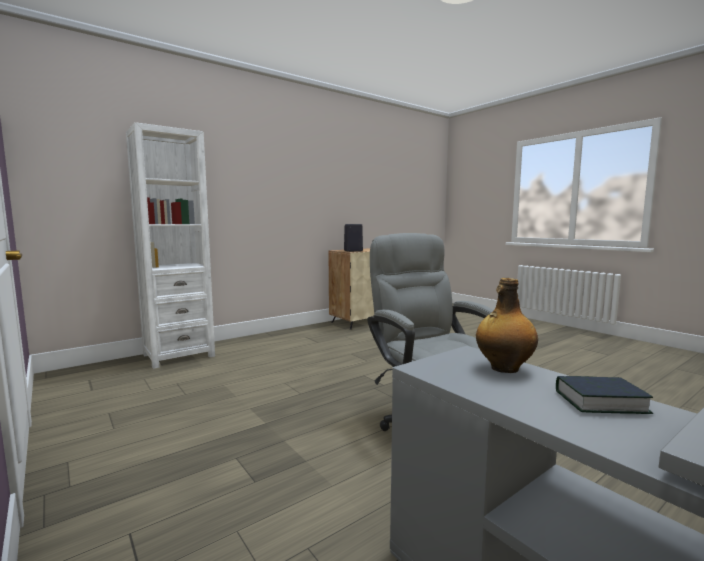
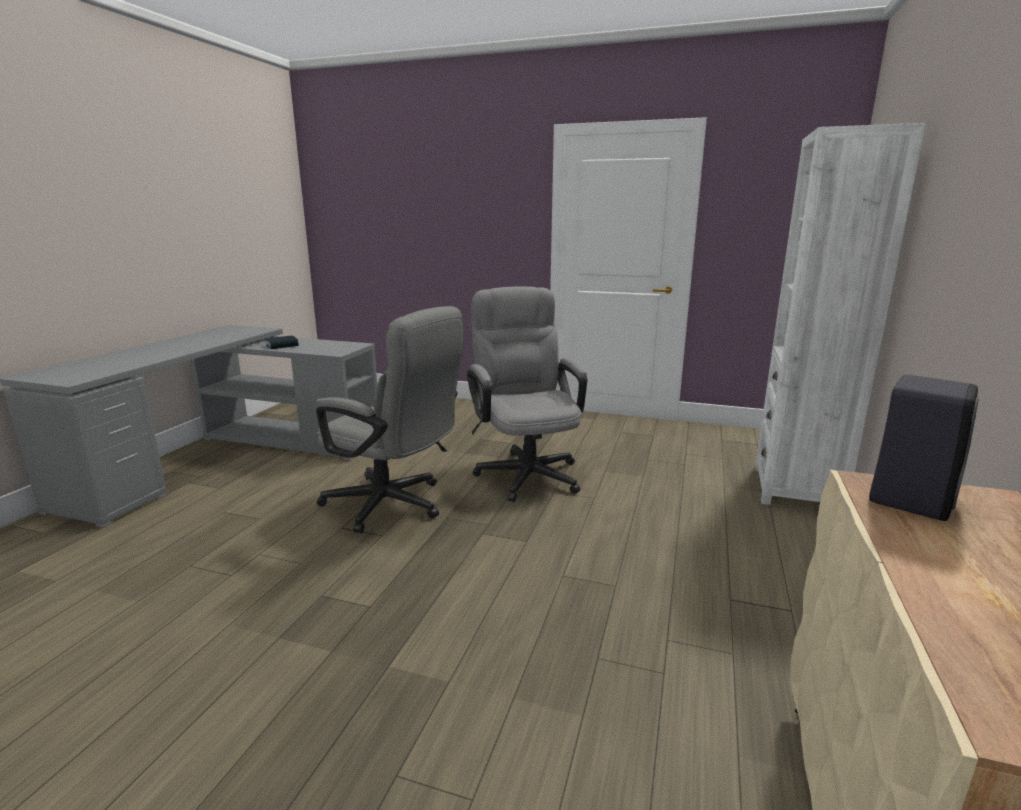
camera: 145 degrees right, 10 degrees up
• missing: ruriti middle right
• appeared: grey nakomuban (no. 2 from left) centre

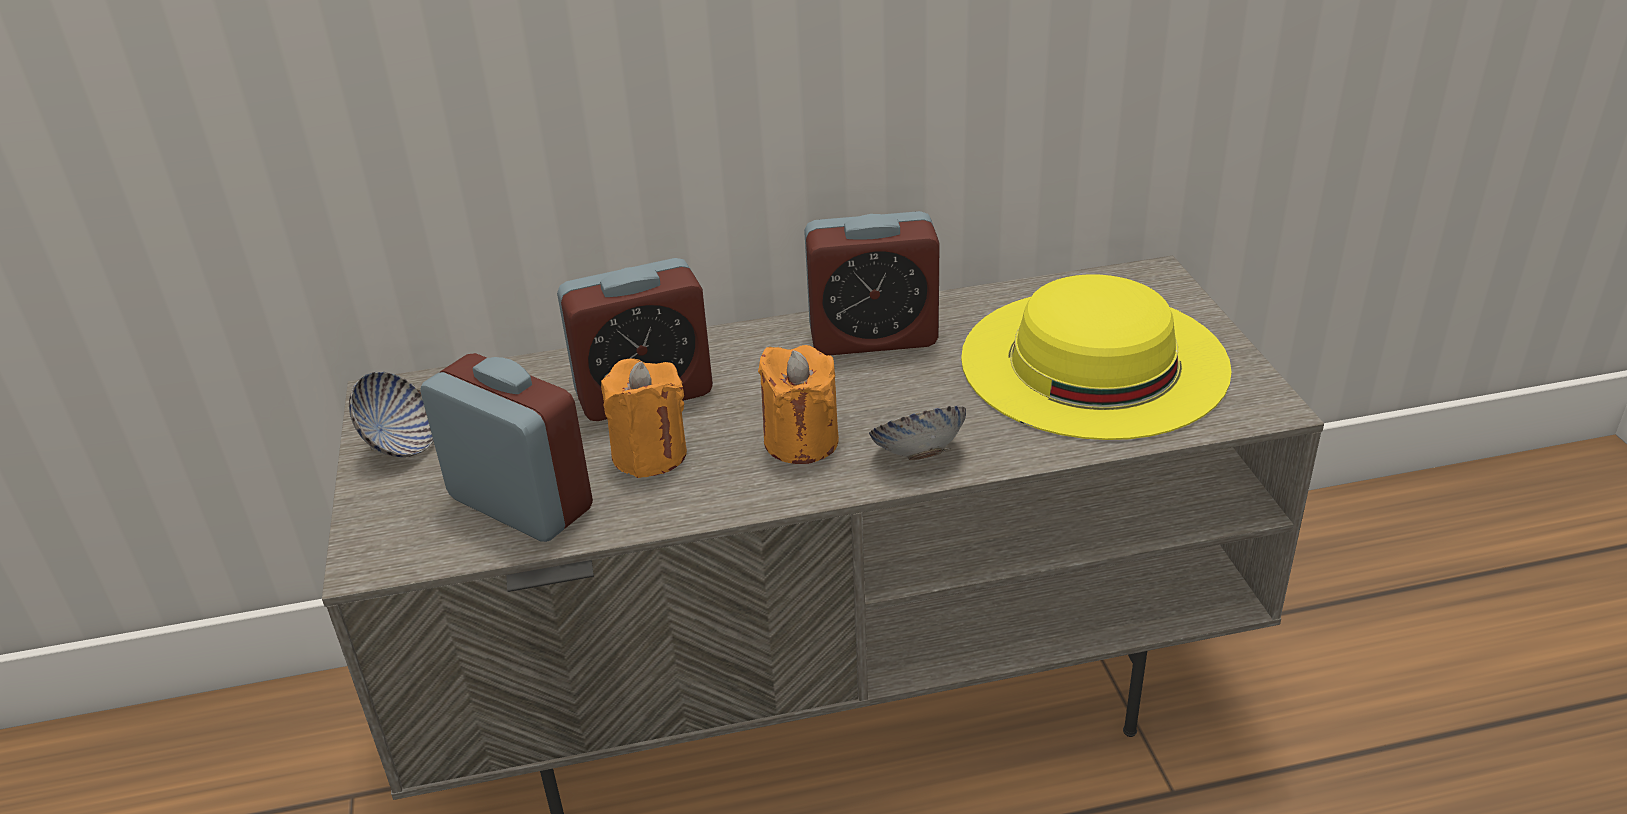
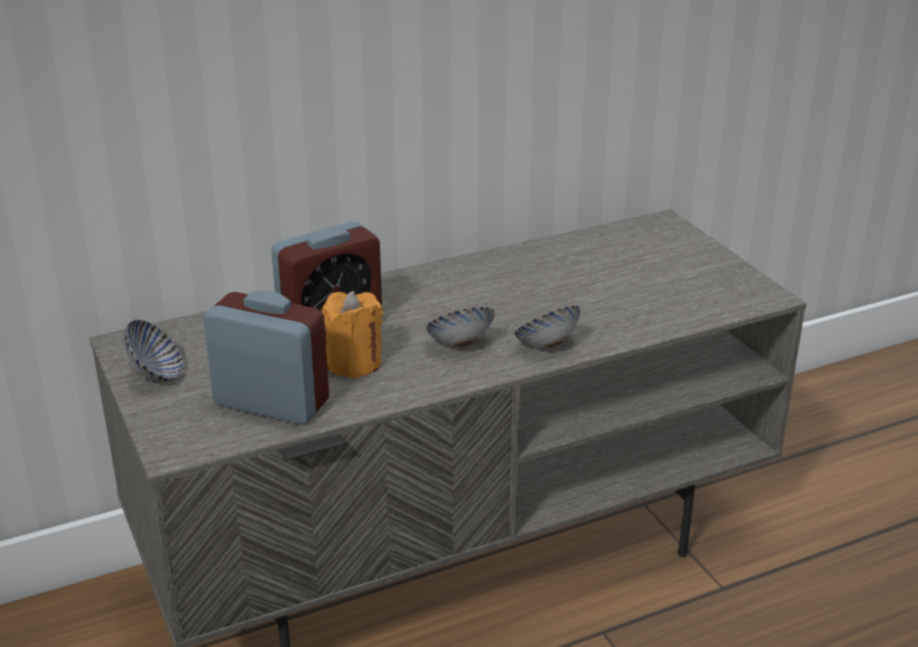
camera: 15 degrees left, 5 degrees down
• missing: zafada (no. 3 from left) centre
• missing: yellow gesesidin middle right
• exchanged: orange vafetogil (no. 2 from left) centre to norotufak (no. 2 from left) centre

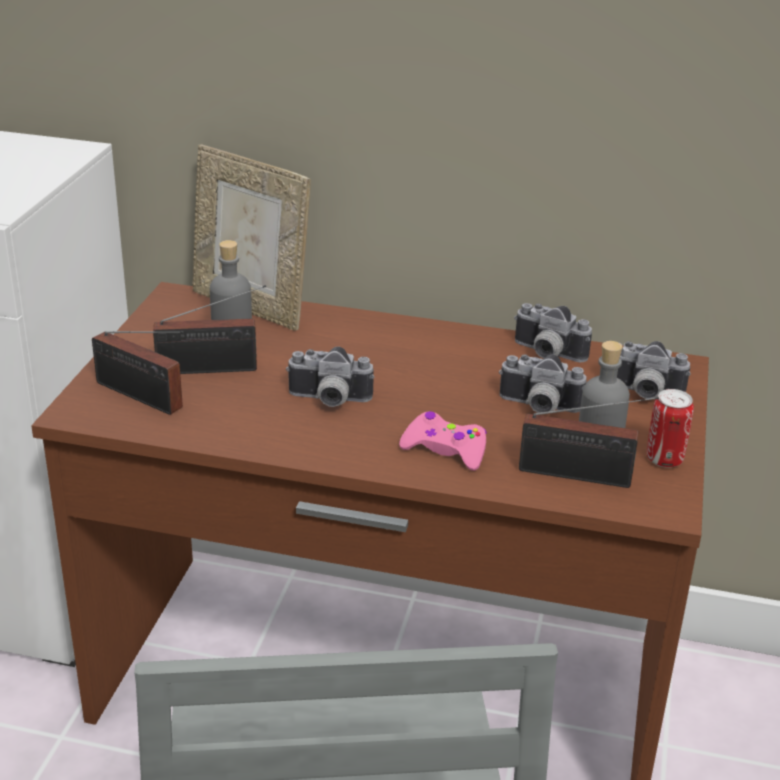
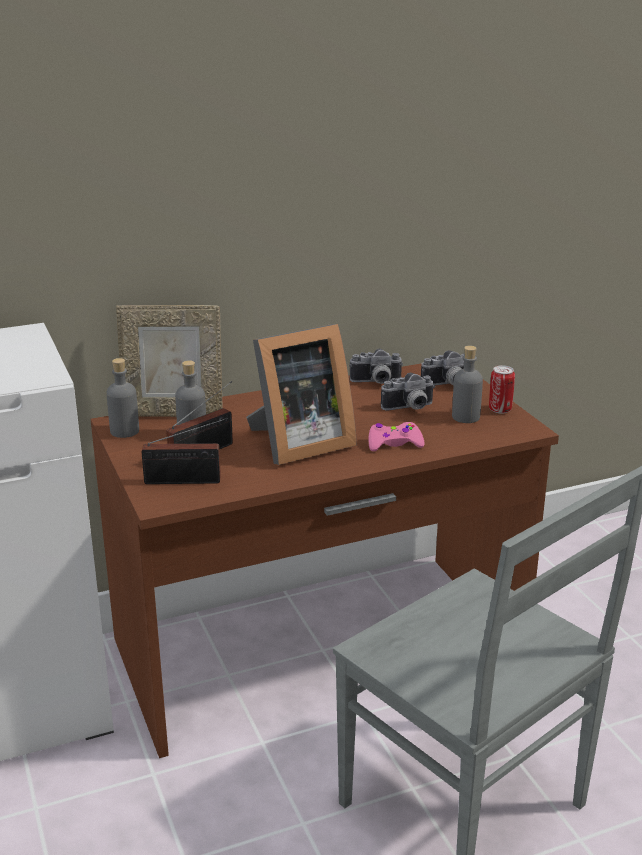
camera: 35 degrees left, 5 degrees down
• exchanged: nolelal (no. 1 from left) centre to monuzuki (no. 2 from left) centre
• missing: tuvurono (no. 3 from left) middle right
• appeared: grey ruriti (no. 1 from left) middle left

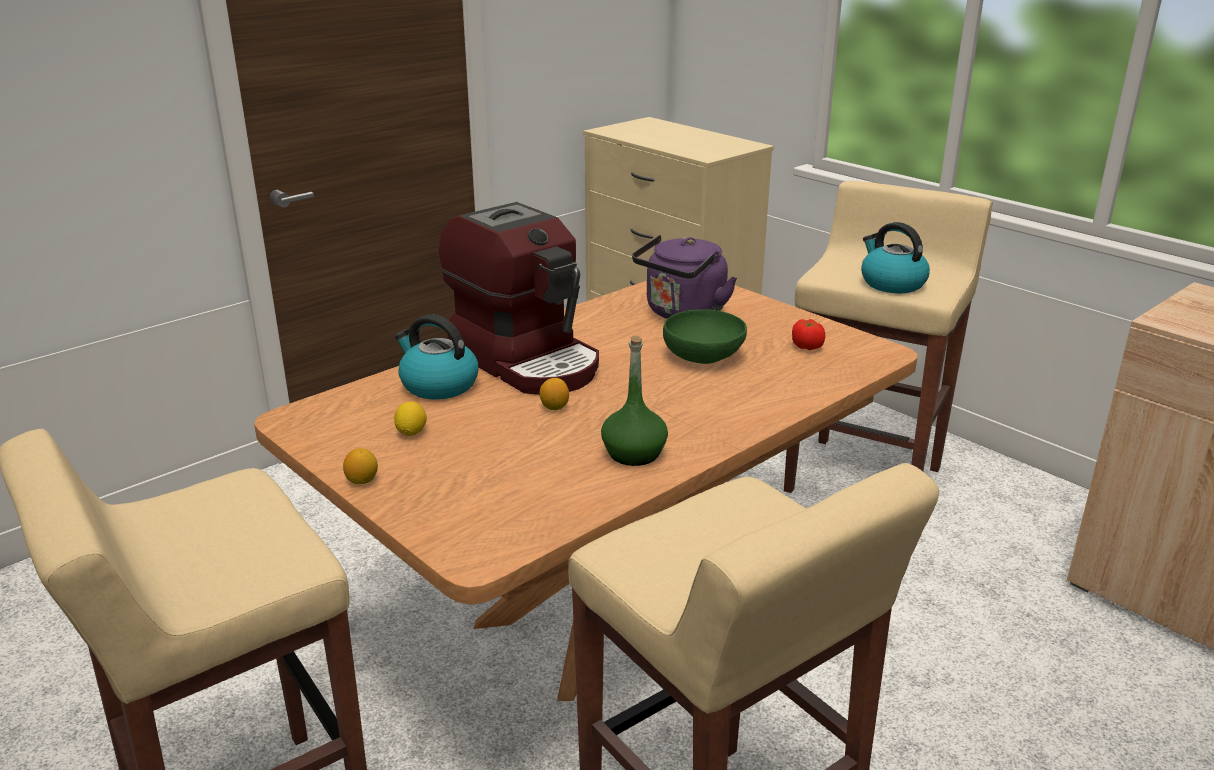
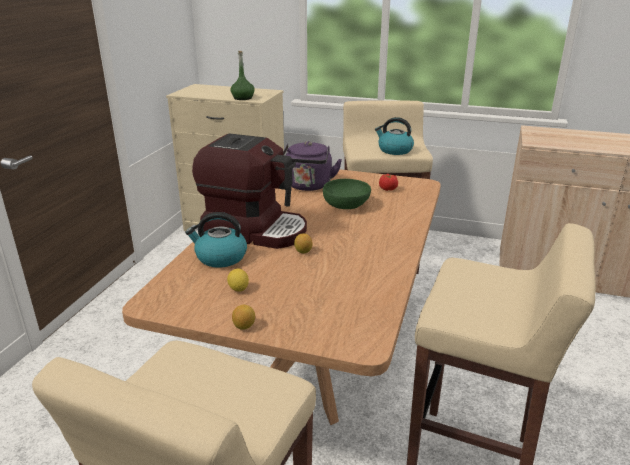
camera: 30 degrees left, 0 degrees up
• relocated: green ruriti centre to top centre

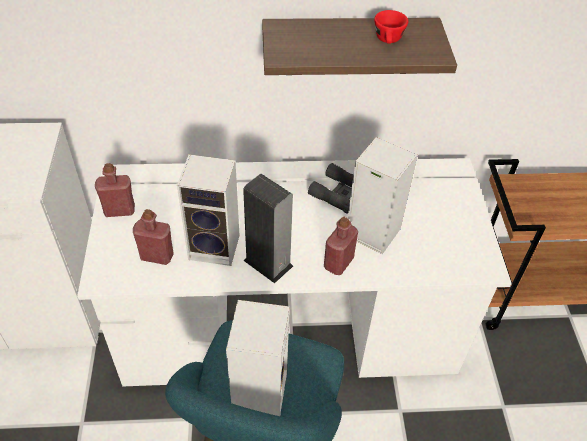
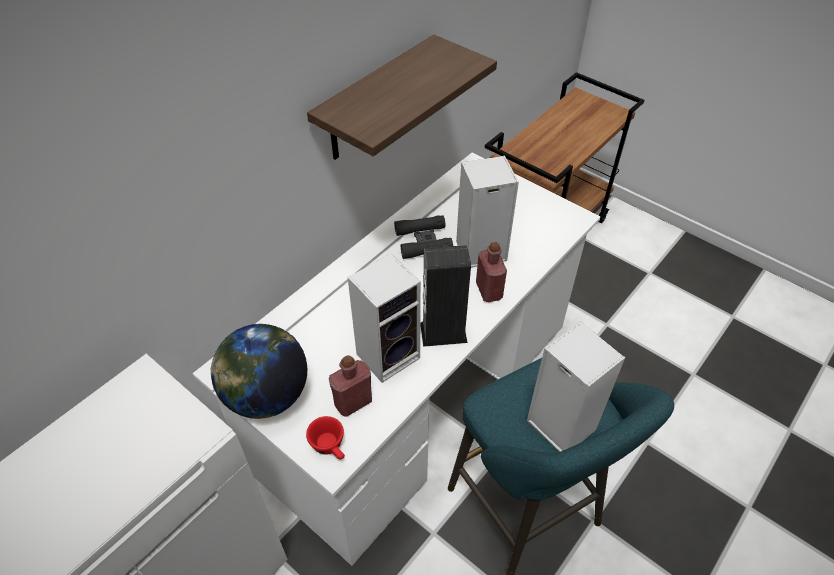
camera: 45 degrees left, 0 degrees up
• relocated: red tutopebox top centre to bottom centre
• exchanged: red ruriti (no. 1 from left) middle left to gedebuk middle left

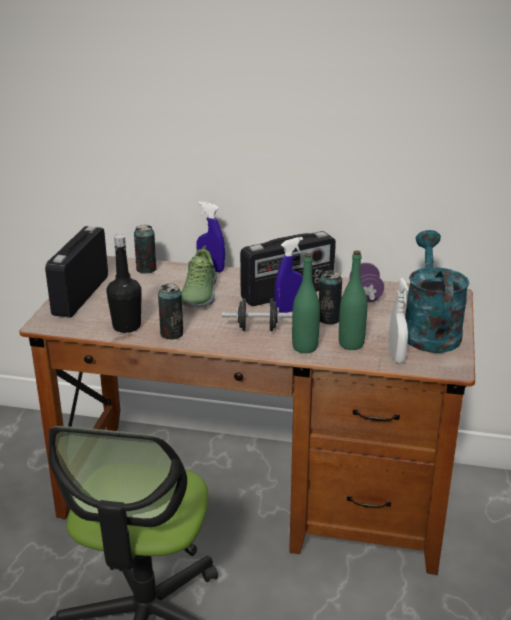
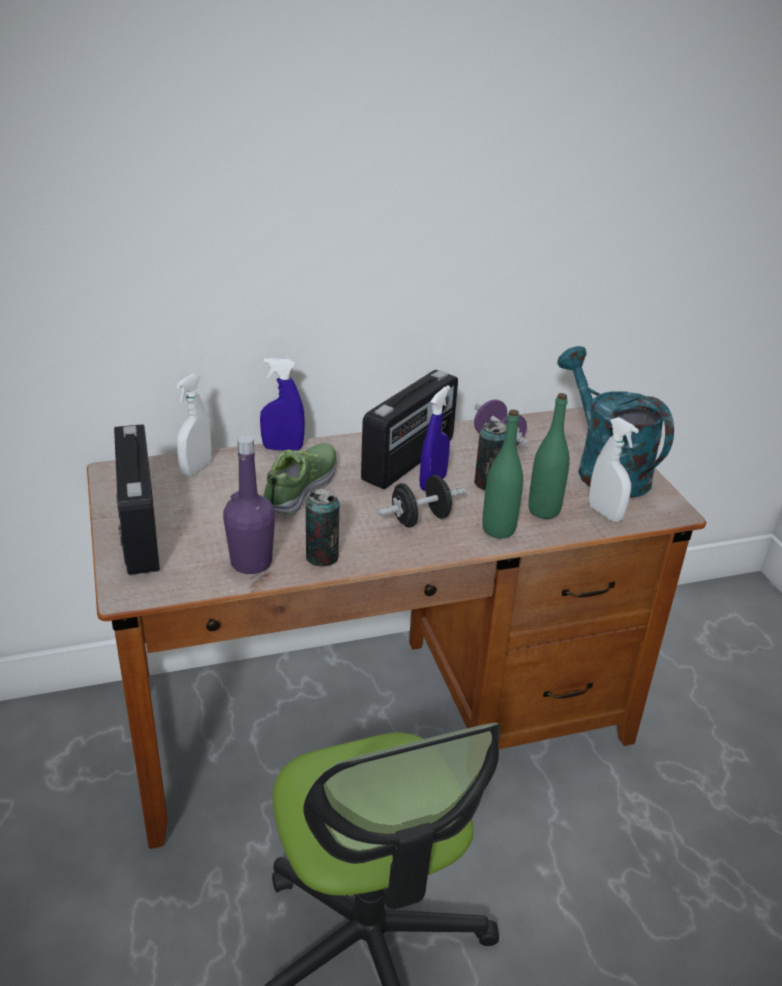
camera: 30 degrees left, 5 degrees up
• exchanged: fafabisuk (no. 1 from left) middle left to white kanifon (no. 1 from left) middle left
• colour: black ruriti middle left to purple ruriti middle left
• spun: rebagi centre = centre 135 degrees counterclockwise

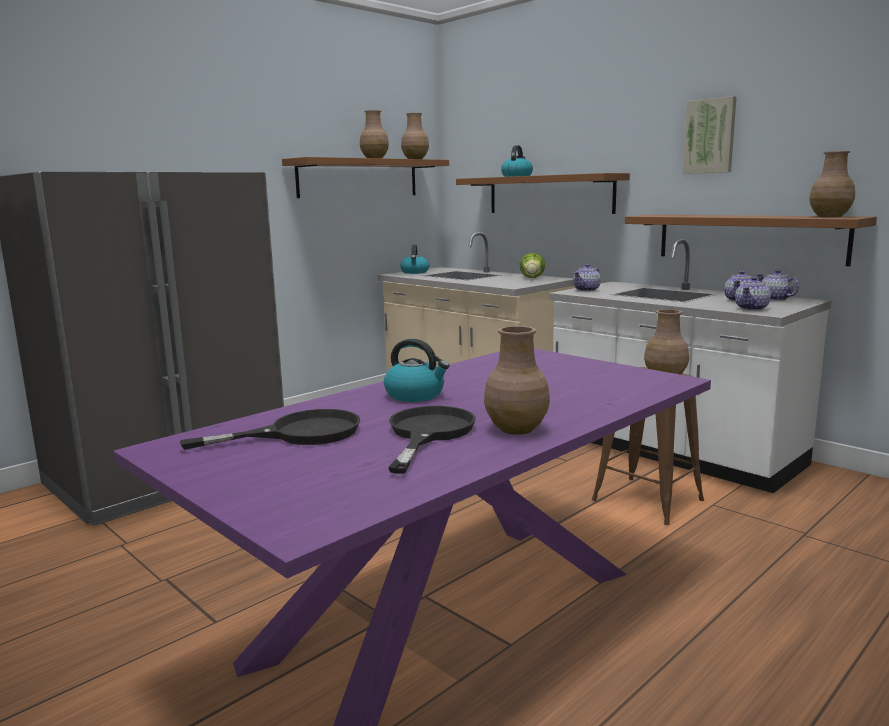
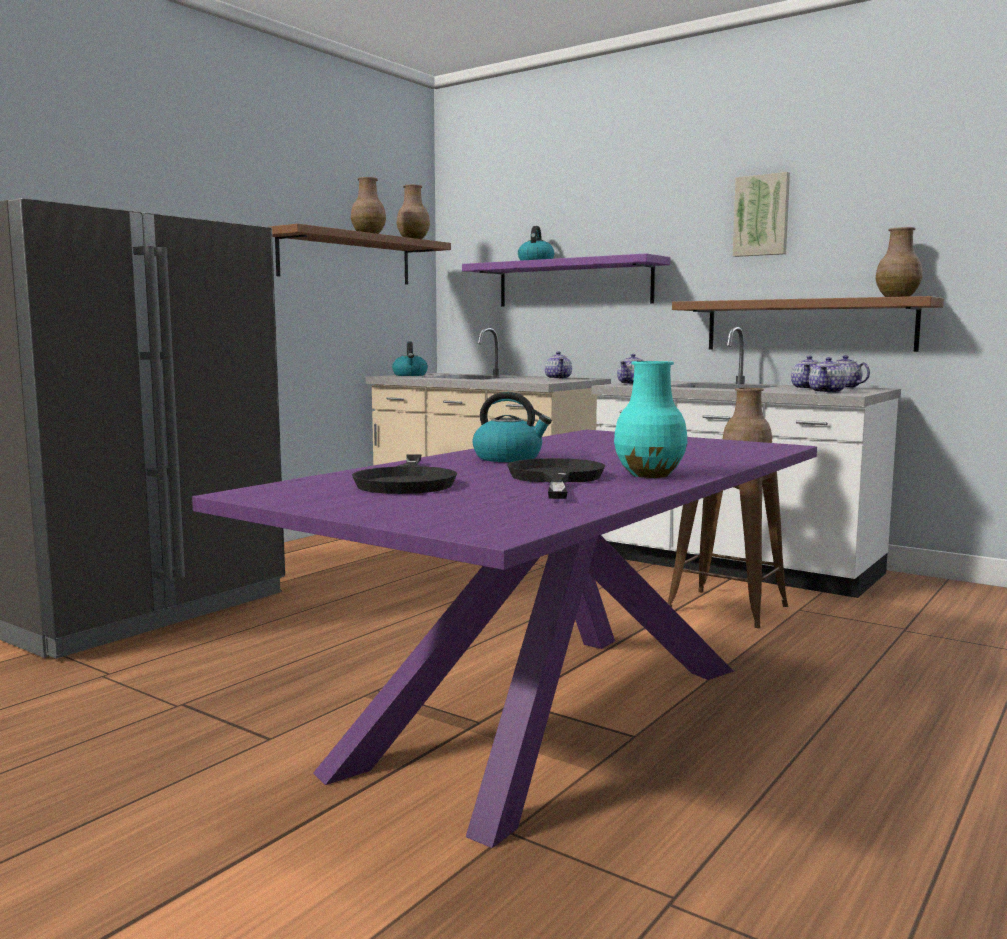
camera: 10 degrees left, 5 degrees down
• colour: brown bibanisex (no. 2 from left) top centre to purple bibanisex top centre
• exchanged: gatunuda centre to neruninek (no. 1 from left) centre
• colour: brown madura (no. 3 from left) centre to turquoise madura centre
• spun: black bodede (no. 1 from left) middle left = centre 120 degrees clockwise

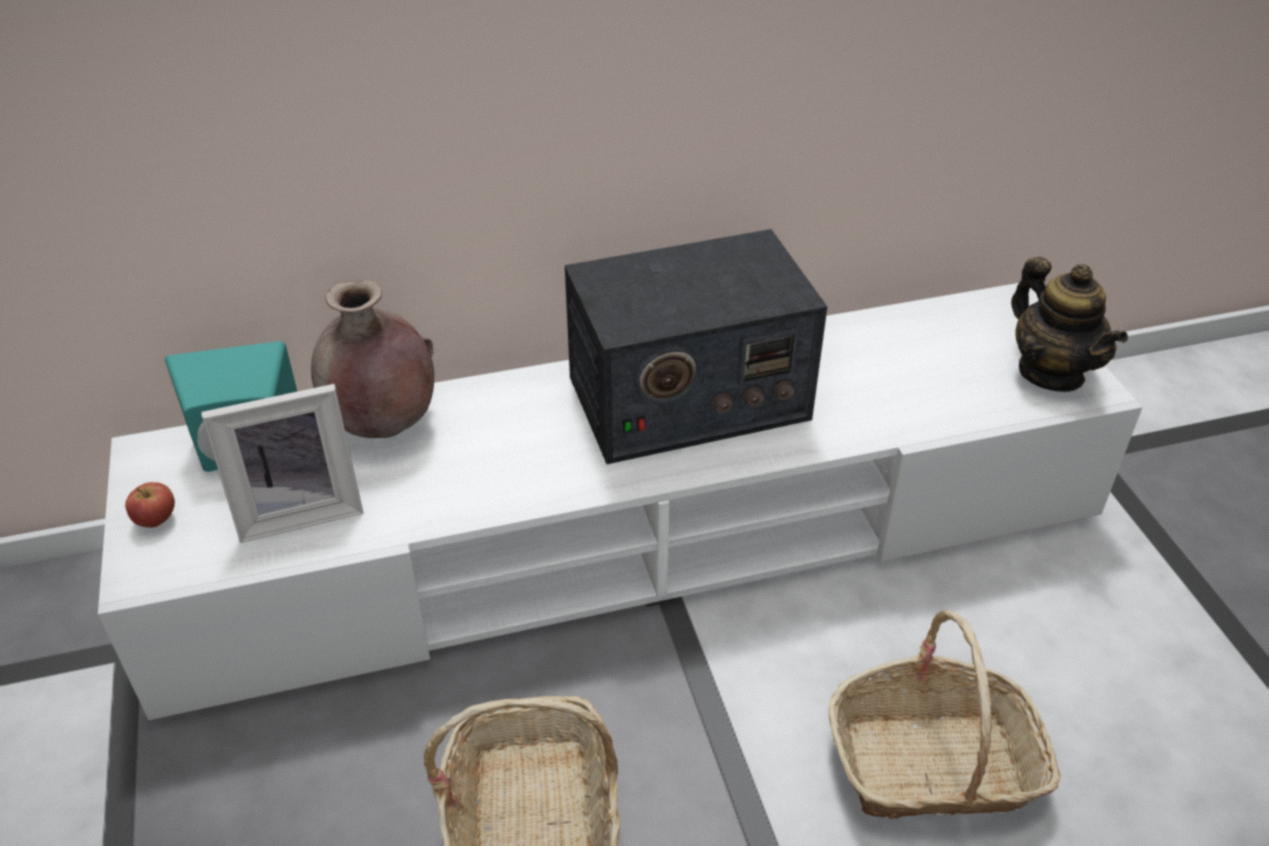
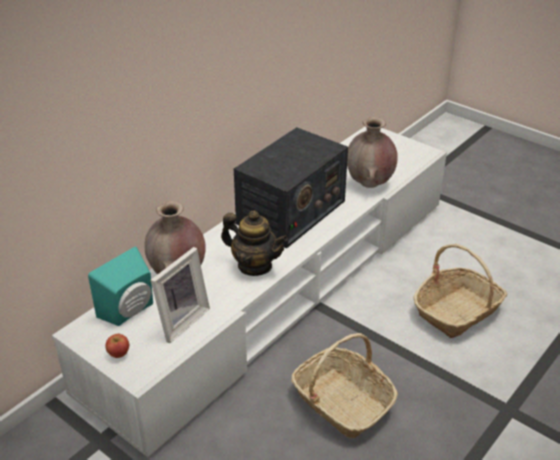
camera: 35 degrees left, 5 degrees down
• relocated: neruninek middle right to centre
• appeared: brown madura (no. 2 from left) top centre

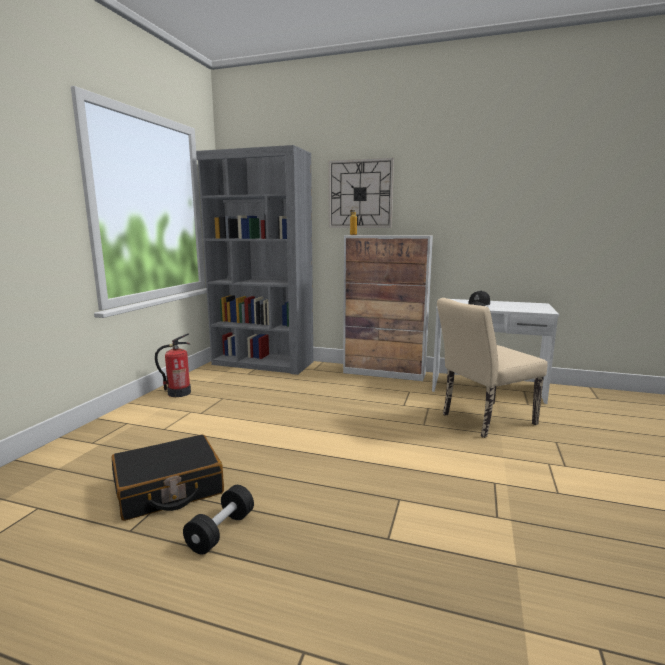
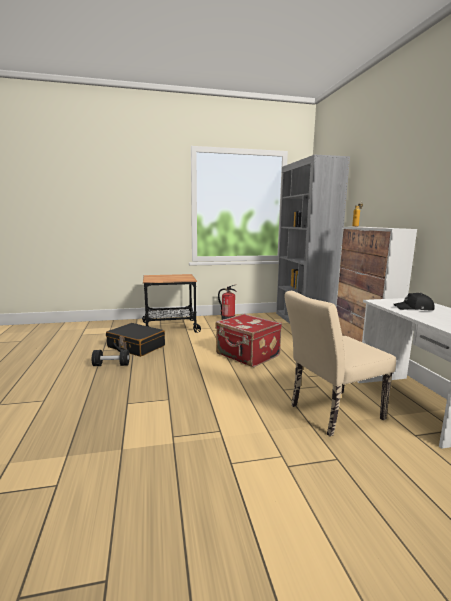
camera: 60 degrees right, 0 degrees up
• missing: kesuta top centre
• spun: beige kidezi middle right = middle right 60 degrees counterclockwise
• appeared: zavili centre
• appeared: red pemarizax centre

